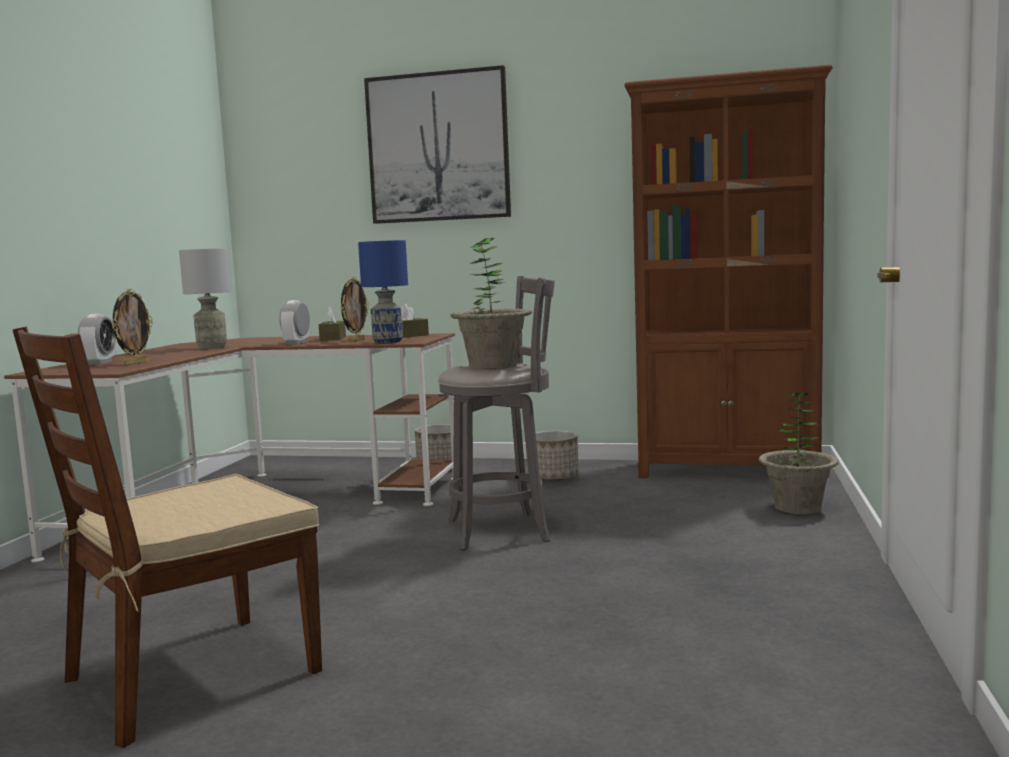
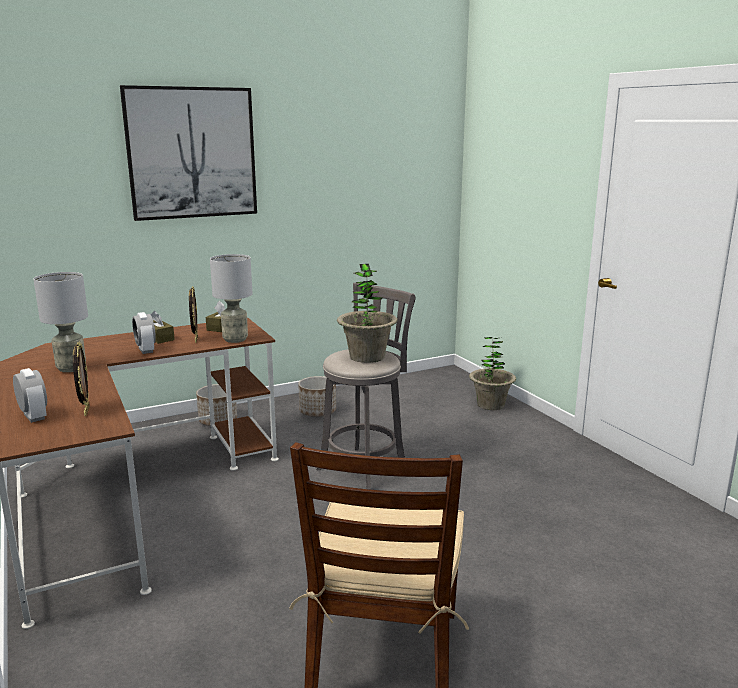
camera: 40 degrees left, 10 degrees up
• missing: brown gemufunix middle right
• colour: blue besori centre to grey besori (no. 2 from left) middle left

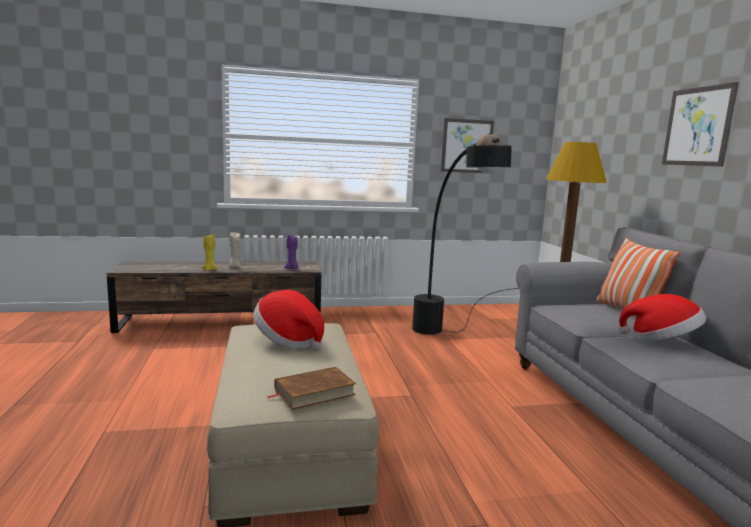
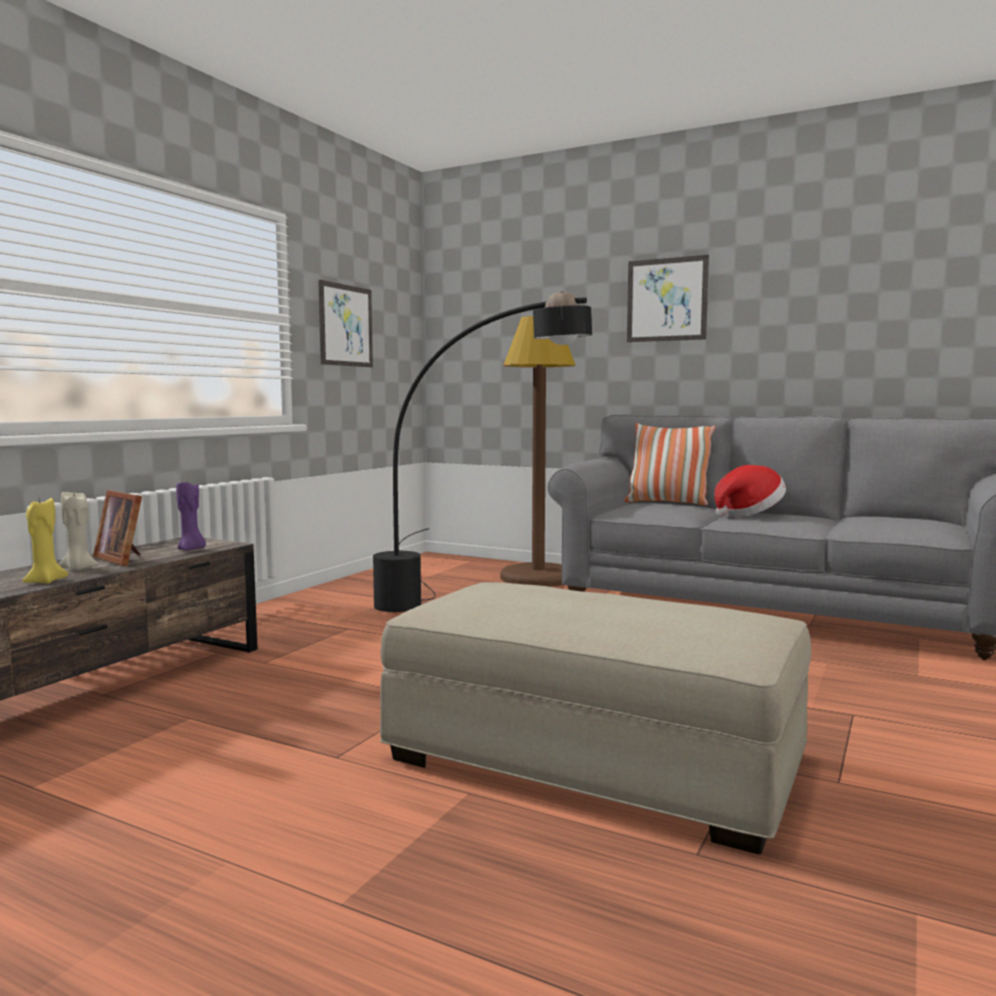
camera: 50 degrees left, 5 degrees down
• missing: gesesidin (no. 1 from left) centre
• missing: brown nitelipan bottom centre
• appeared: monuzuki middle left

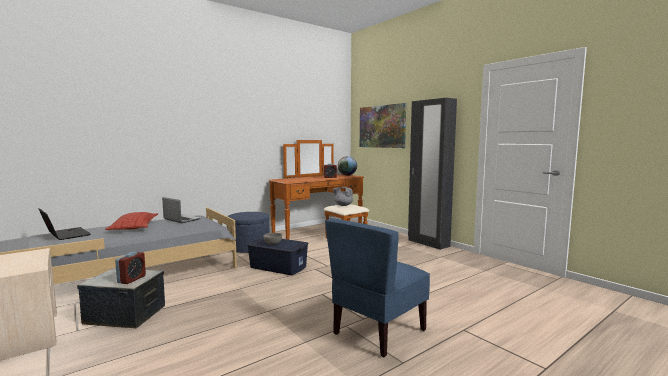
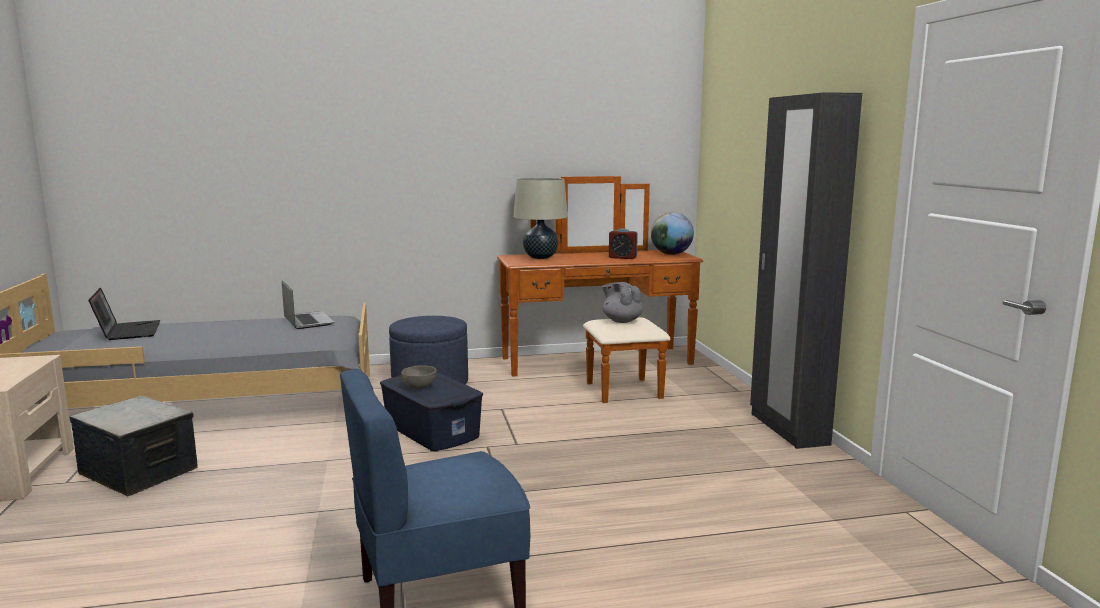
camera: 25 degrees right, 5 degrees up
• missing: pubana top centre
• missing: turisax middle left
• missing: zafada (no. 1 from left) bottom left
• appeared: beige besori centre

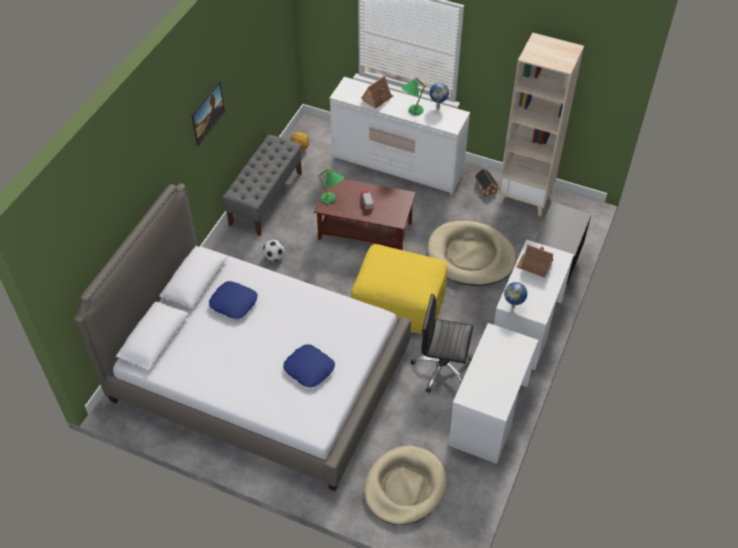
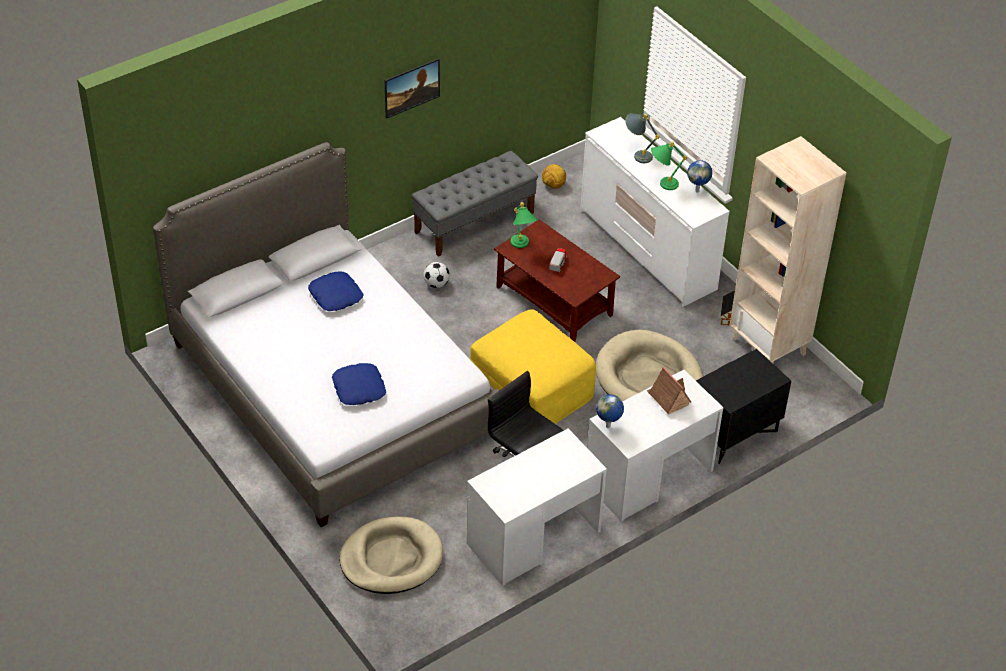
camera: 30 degrees right, 5 degrees down
• exchanged: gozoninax (no. 1 from left) top centre to grey besori top centre

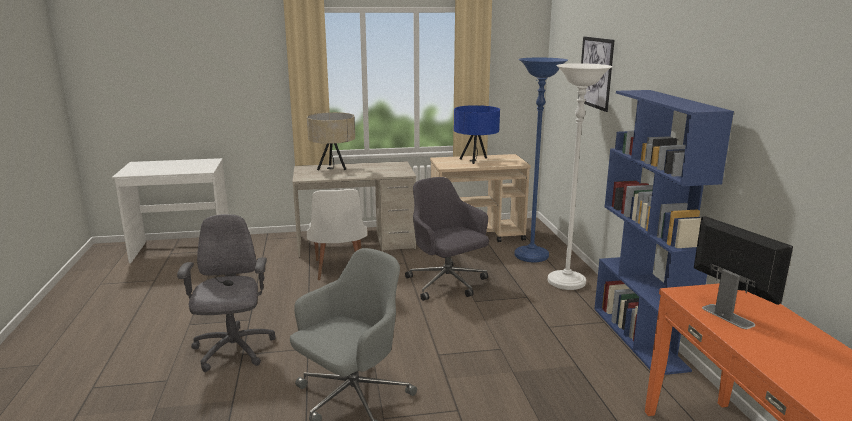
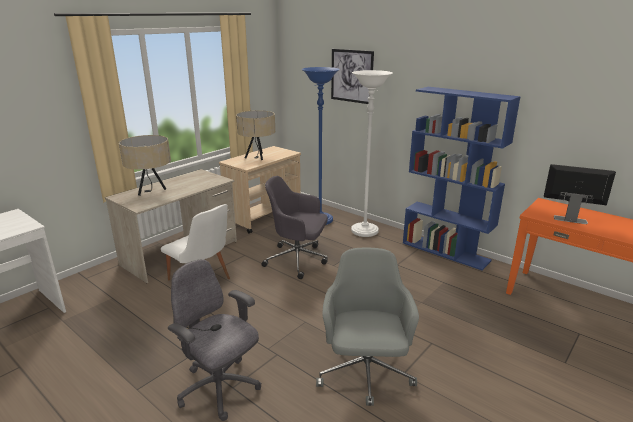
camera: 40 degrees left, 5 degrees up
• colour: blue besori top centre to beige besori (no. 2 from left) top centre

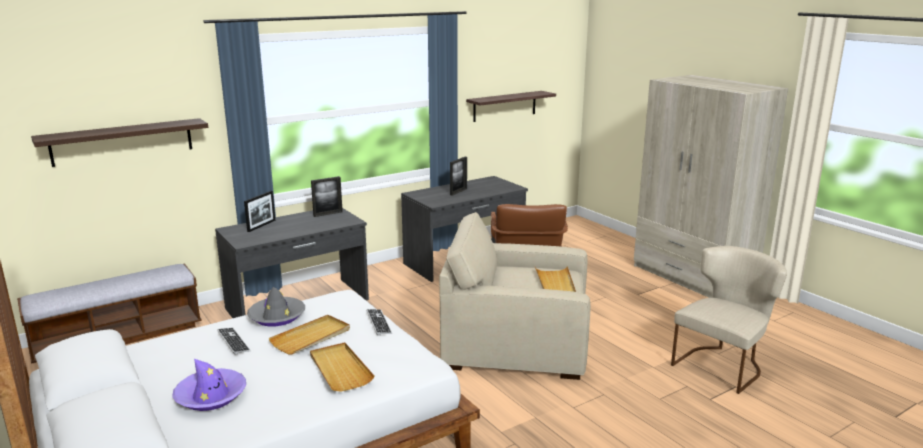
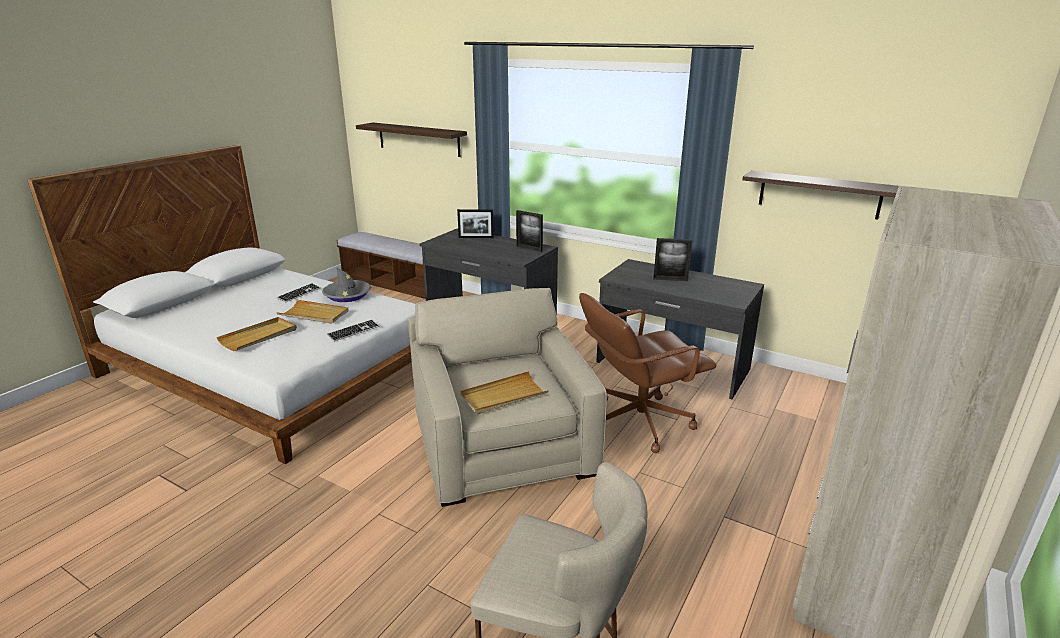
camera: 65 degrees right, 5 degrees up
• missing: purple gesesidin bottom left

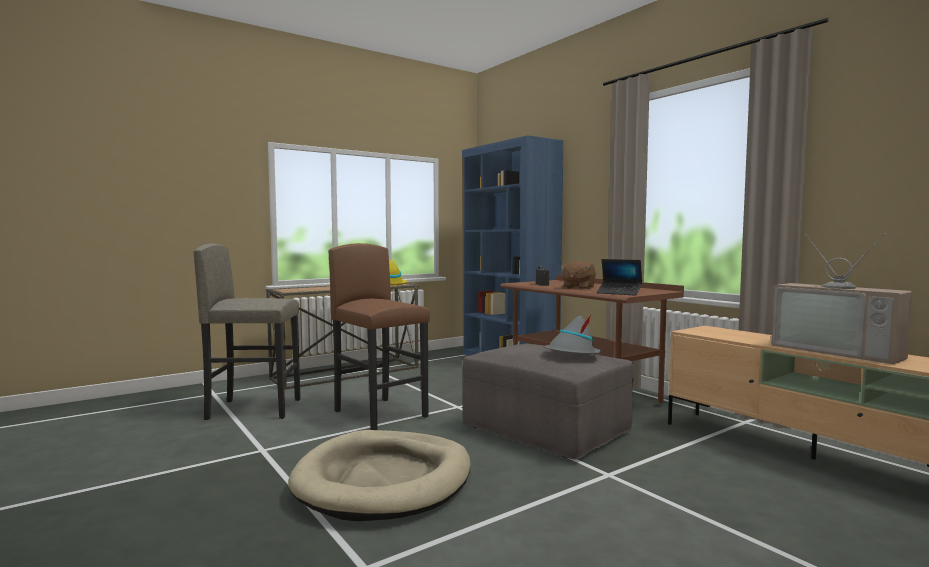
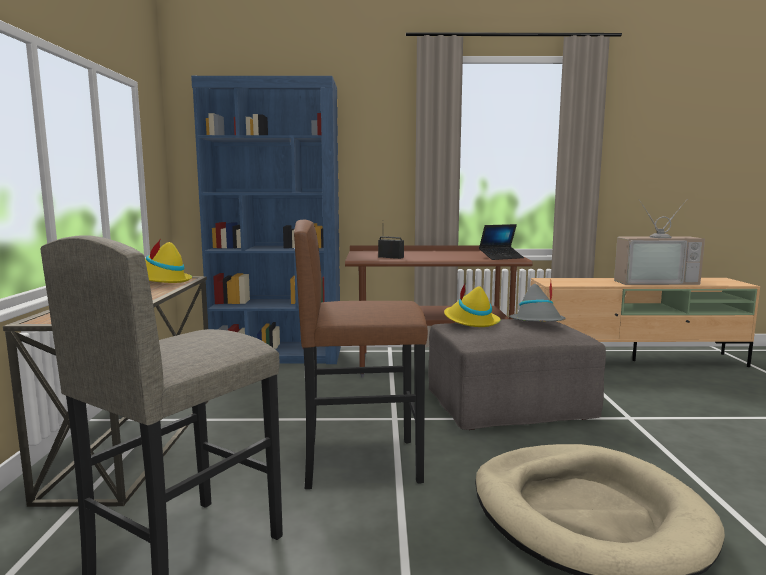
camera: 55 degrees left, 5 degrees up
• missing: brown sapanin centre
• appeared: yellow gesesidin (no. 2 from left) centre

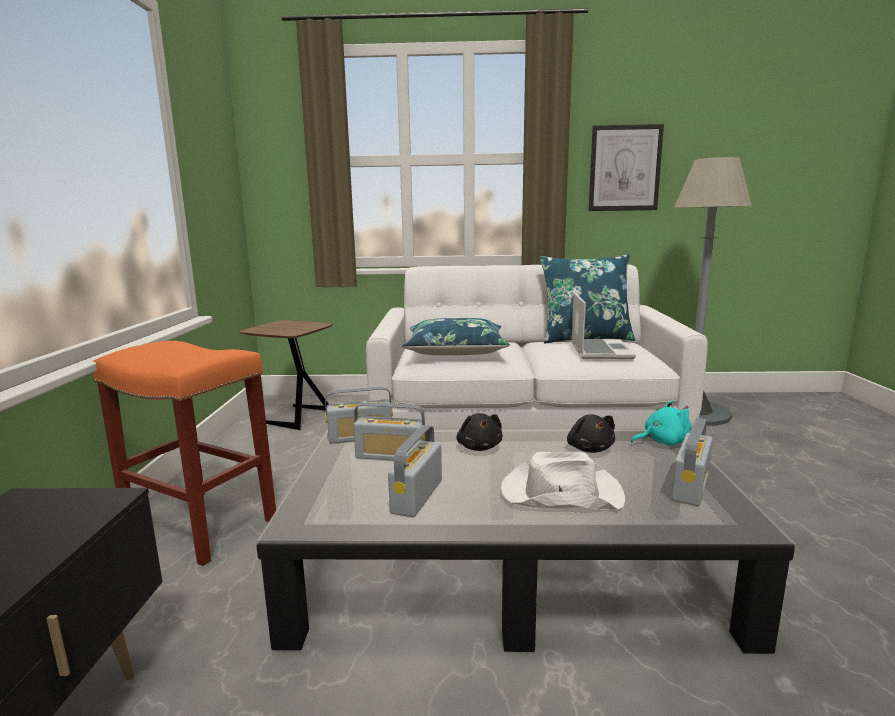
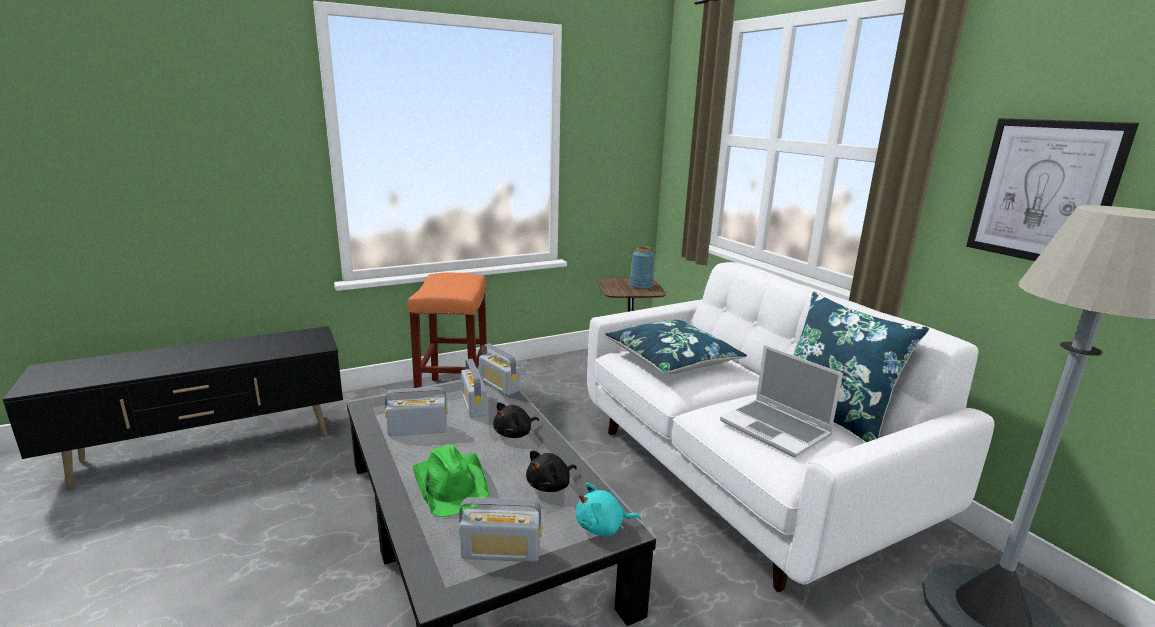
camera: 60 degrees right, 5 degrees up
• spun: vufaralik middle right = middle right 75 degrees clockwise
• spun: turquoise sapanin middle right = bottom centre 120 degrees clockwise
• colour: white gesesidin bottom centre to green gesesidin bottom centre
• appeared: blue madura centre

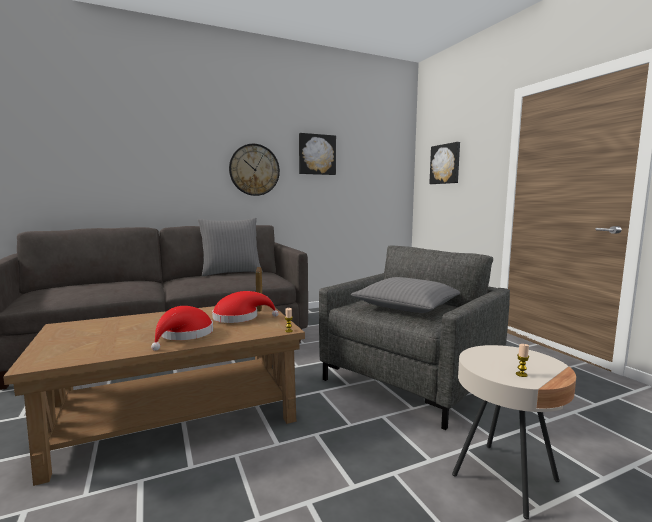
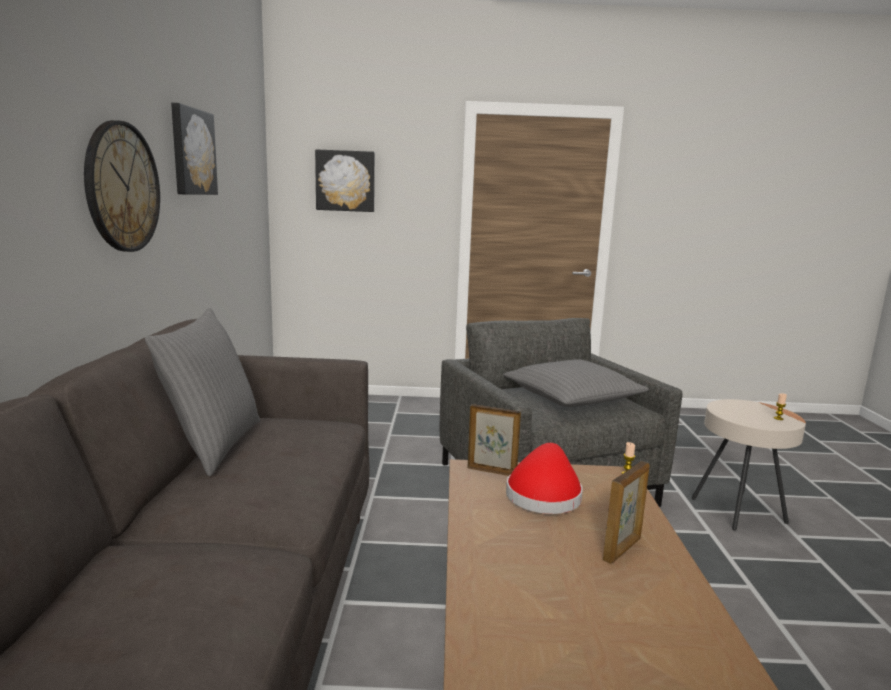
camera: 65 degrees left, 5 degrees up
• exchanged: red gesesidin (no. 1 from left) middle left to monuzuki (no. 2 from left) bottom right

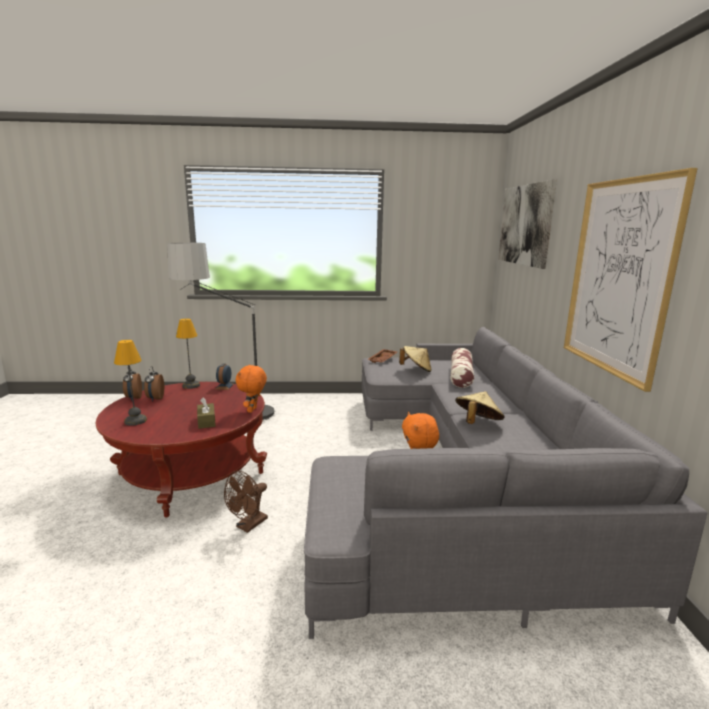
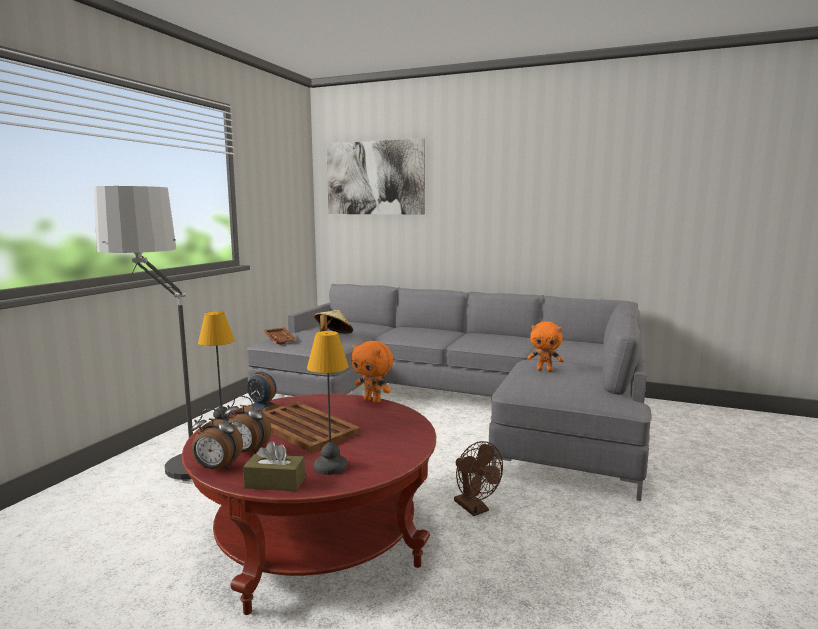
camera: 65 degrees left, 5 degrees down
• missing: pubana (no. 2 from left) middle right
• missing: turisax centre
• missing: beige gesesidin (no. 2 from left) middle right
• relocated: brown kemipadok middle left to bottom centre
• appeared: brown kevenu (no. 2 from left) bottom centre

